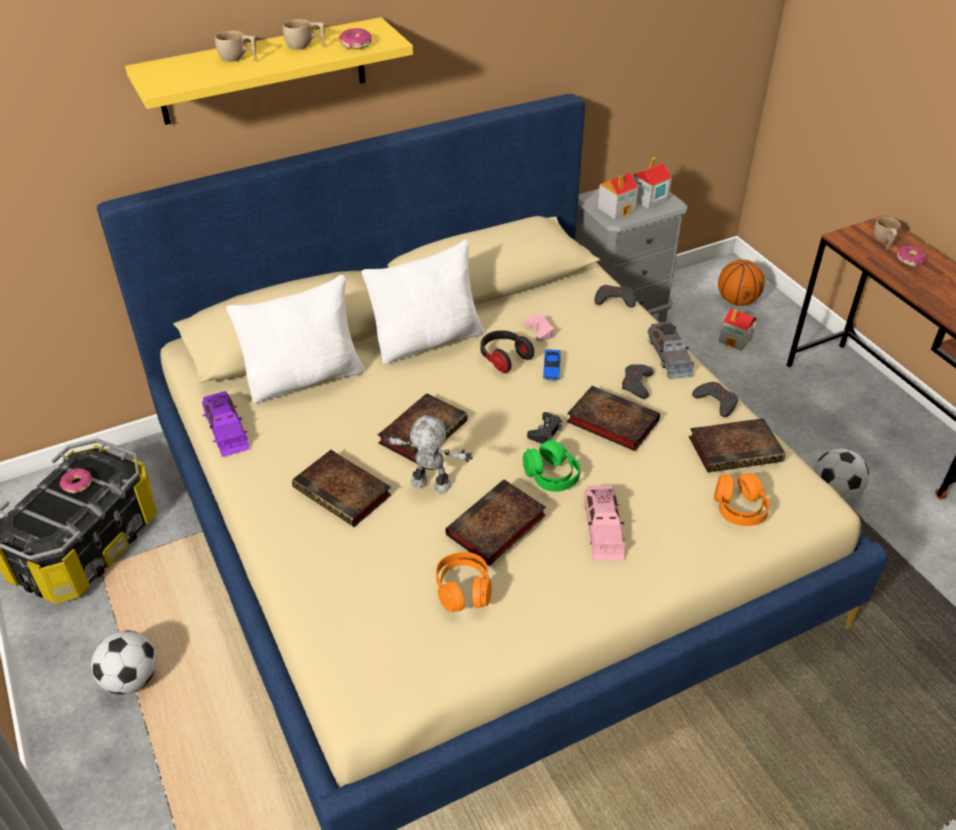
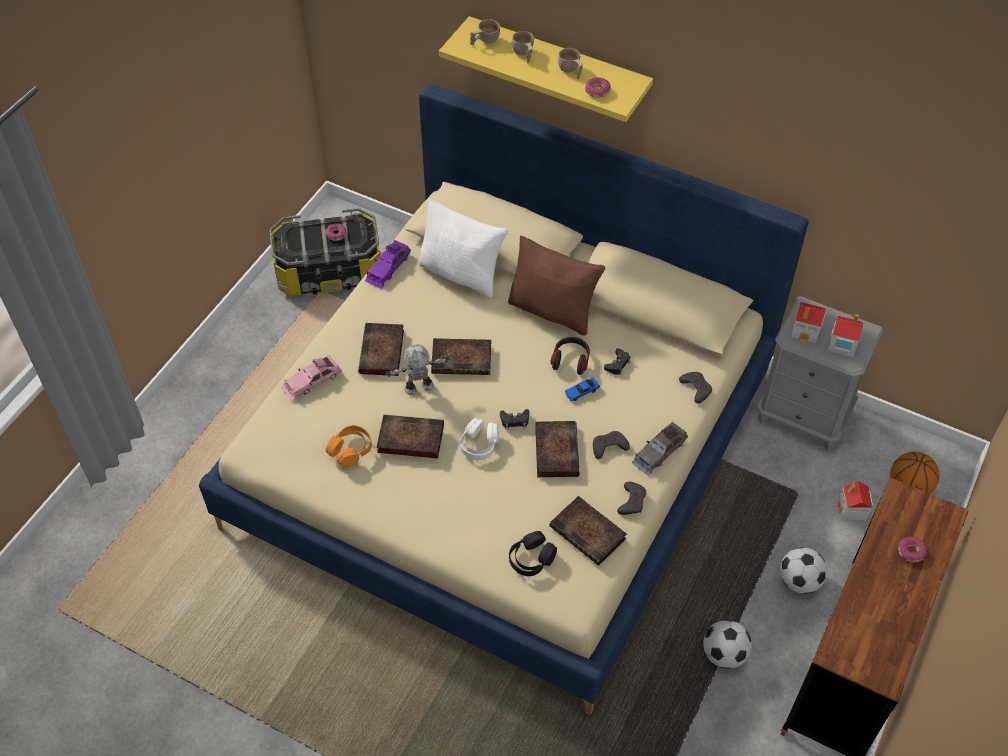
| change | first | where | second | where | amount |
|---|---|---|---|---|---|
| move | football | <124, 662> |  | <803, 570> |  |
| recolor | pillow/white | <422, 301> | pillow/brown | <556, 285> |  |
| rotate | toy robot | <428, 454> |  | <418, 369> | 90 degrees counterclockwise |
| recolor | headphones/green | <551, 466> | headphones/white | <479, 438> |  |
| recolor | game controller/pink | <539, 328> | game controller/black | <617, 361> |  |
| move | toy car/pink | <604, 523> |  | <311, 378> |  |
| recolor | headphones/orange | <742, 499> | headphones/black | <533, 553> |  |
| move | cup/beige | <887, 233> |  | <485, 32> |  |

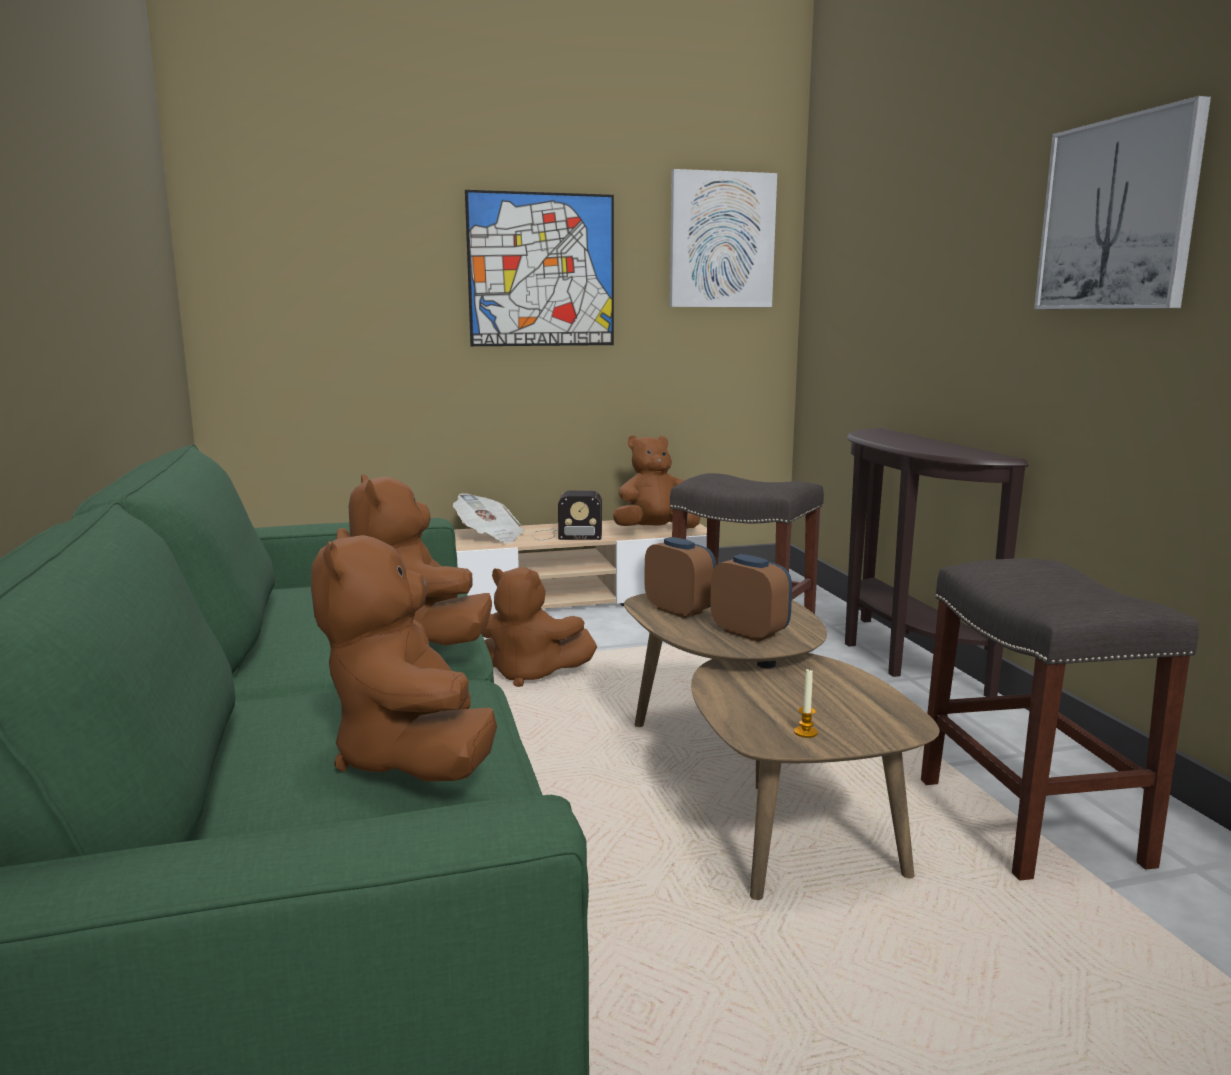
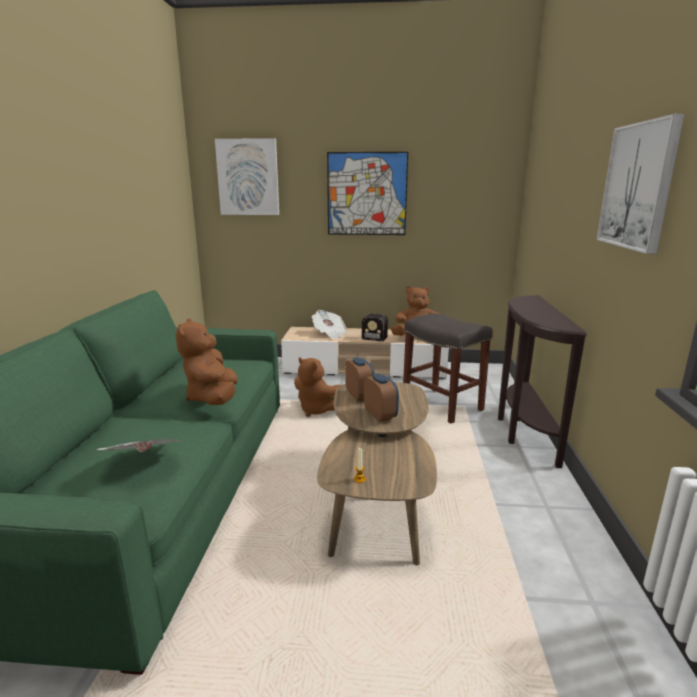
| change | first | where | second | where | amount |
|---|---|---|---|---|---|
| replace | plush toy/brown | <404, 654> | newspaper | <139, 445> |  |
| move | picture | <723, 238> |  | <247, 176> |  |
| delete | stool/grey | <1060, 719> |  |  |  |

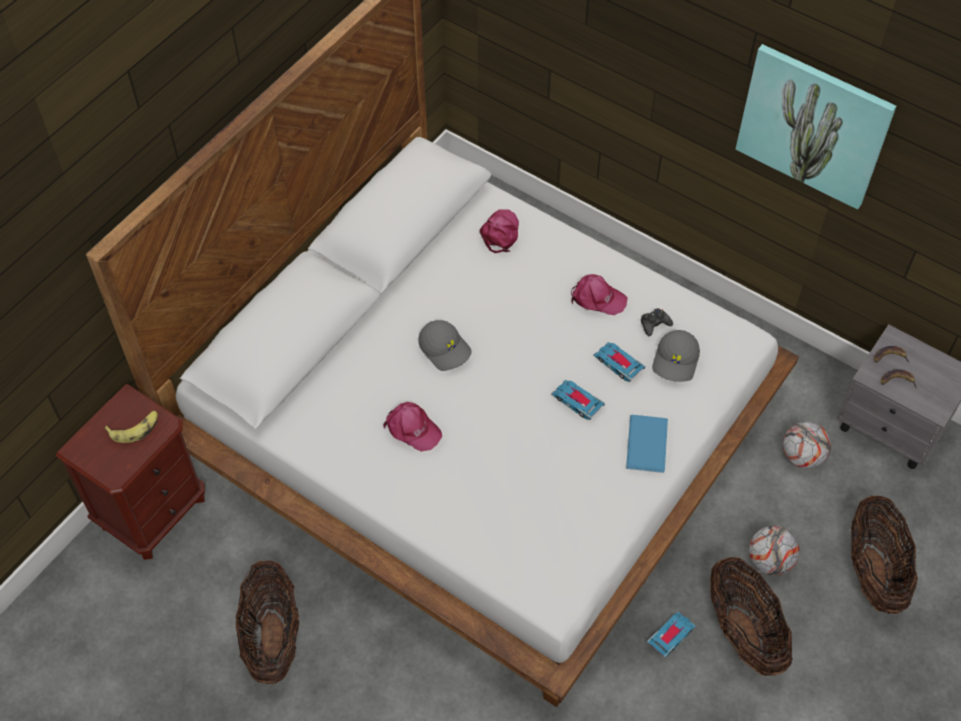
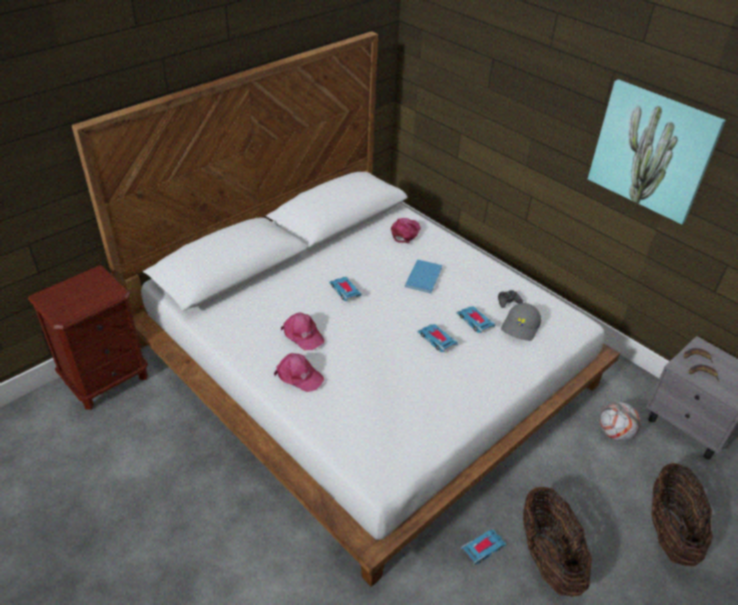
| change | first | where | second | where | amount |
|---|---|---|---|---|---|
| delete | banana | <131, 427> |  |  |  |
| delete | basket | <267, 622> |  |  |  |
| replace | cap/grey | <445, 345> | toy car | <345, 289> |  |
| move | cap/pink | <599, 294> |  | <299, 372> |  |
| move | book/blue | <647, 444> |  | <423, 276> |  |
| delete | football | <774, 551> |  |  |  |

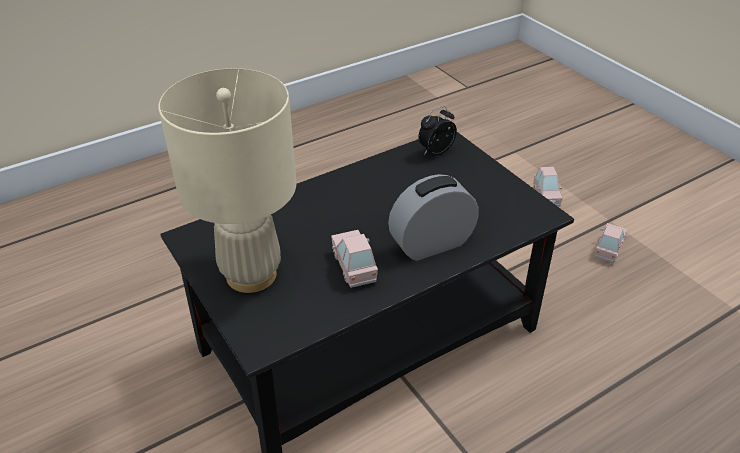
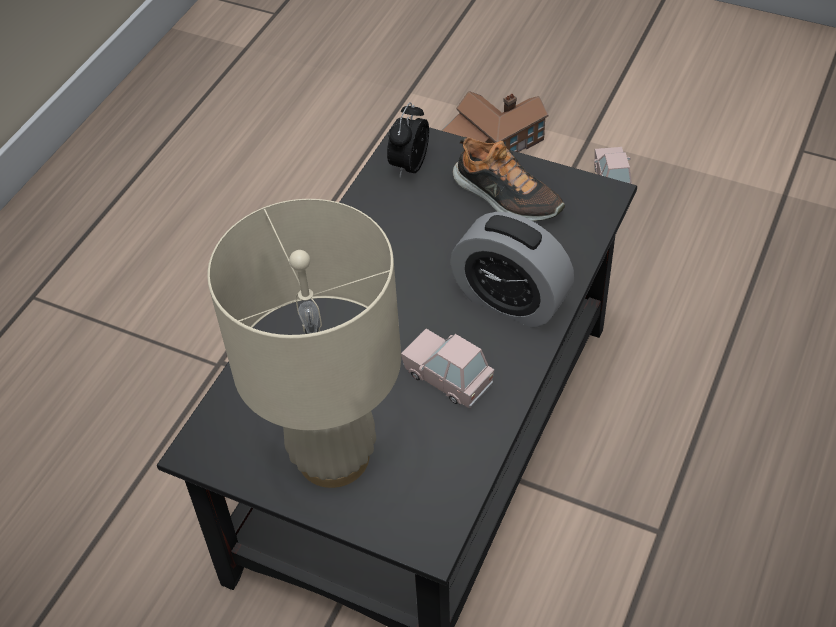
| change | first | where | second | where | amount |
|---|---|---|---|---|---|
| rotate | alarm clock | <433, 217> |  | <512, 270> | 90 degrees counterclockwise |
| replace | toy car/pink | <548, 186> | toy house | <495, 121> |  |
| insert |  |  | shoe | <509, 179> |  |

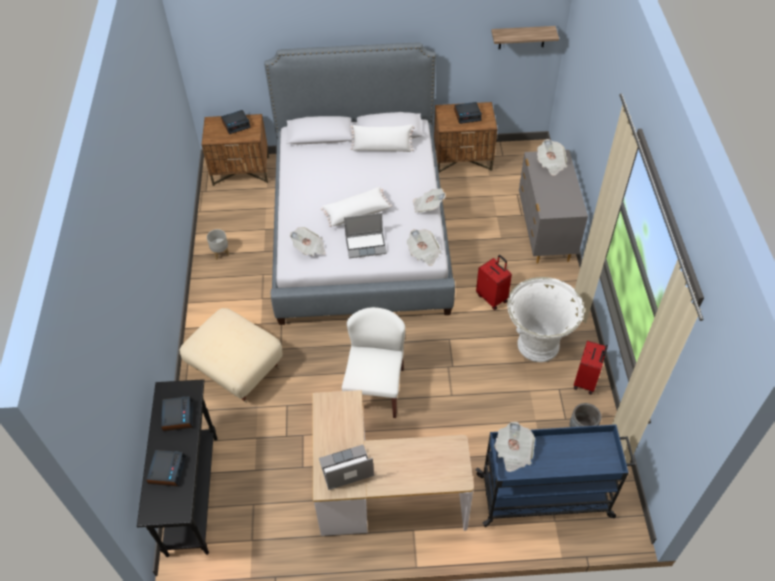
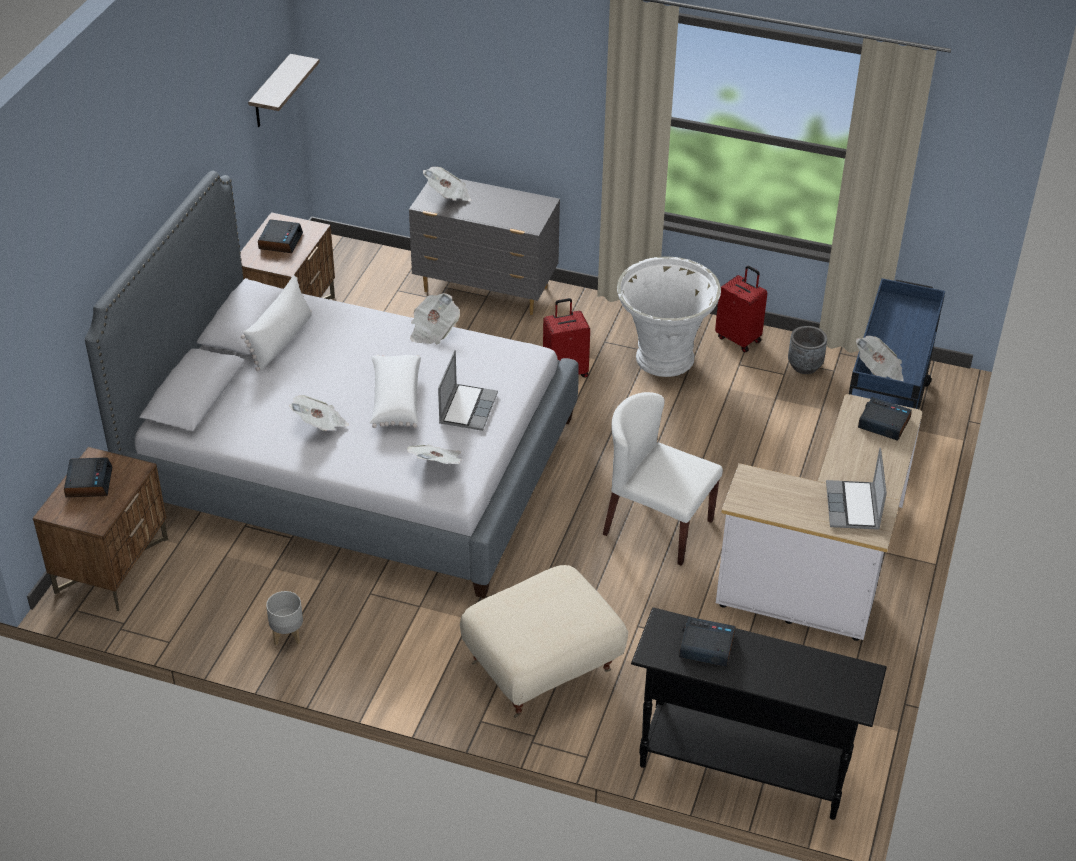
| change | first | where | second | where | amount |
|---|---|---|---|---|---|
| move | alarm clock | <166, 468> |  | <885, 419> |  |
| move | newspaper | <424, 247> |  | <319, 413> |  |

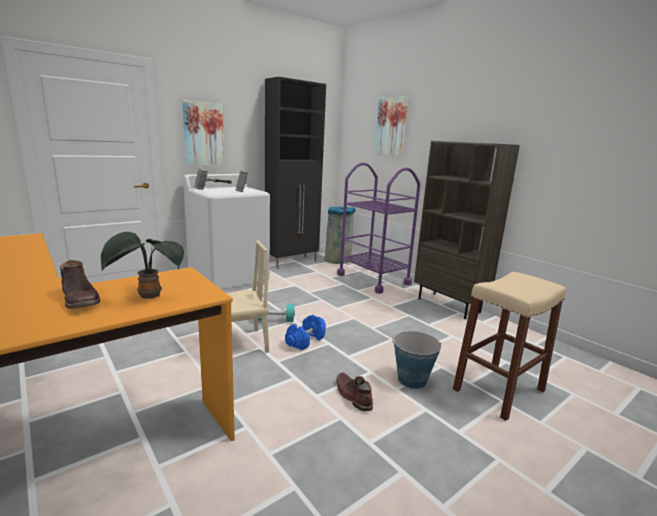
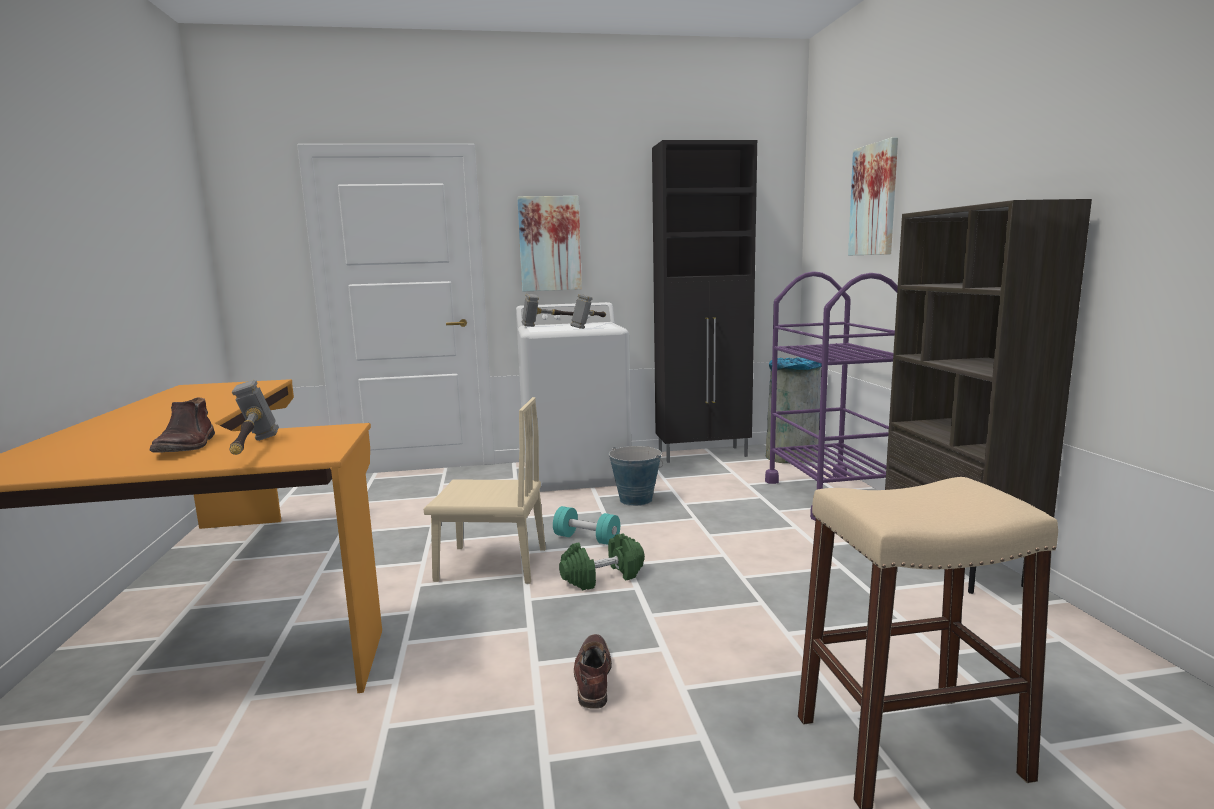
| change | first | where | second | where | amount |
|---|---|---|---|---|---|
| replace | potted plant | <142, 265> | hammer | <254, 417> |  |
| recolor | dumbbell/blue | <305, 332> | dumbbell/green | <602, 561> |  |
| move | bucket | <417, 360> |  | <636, 476> |  |

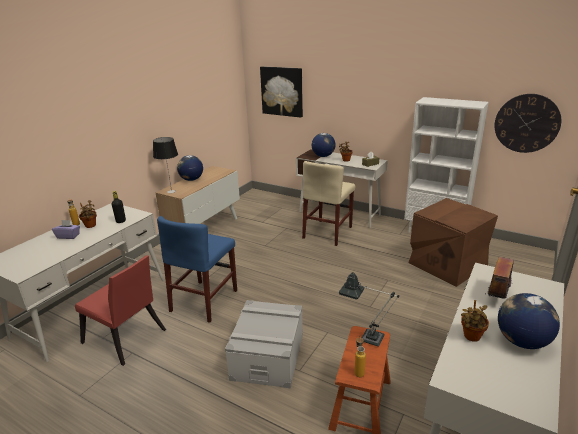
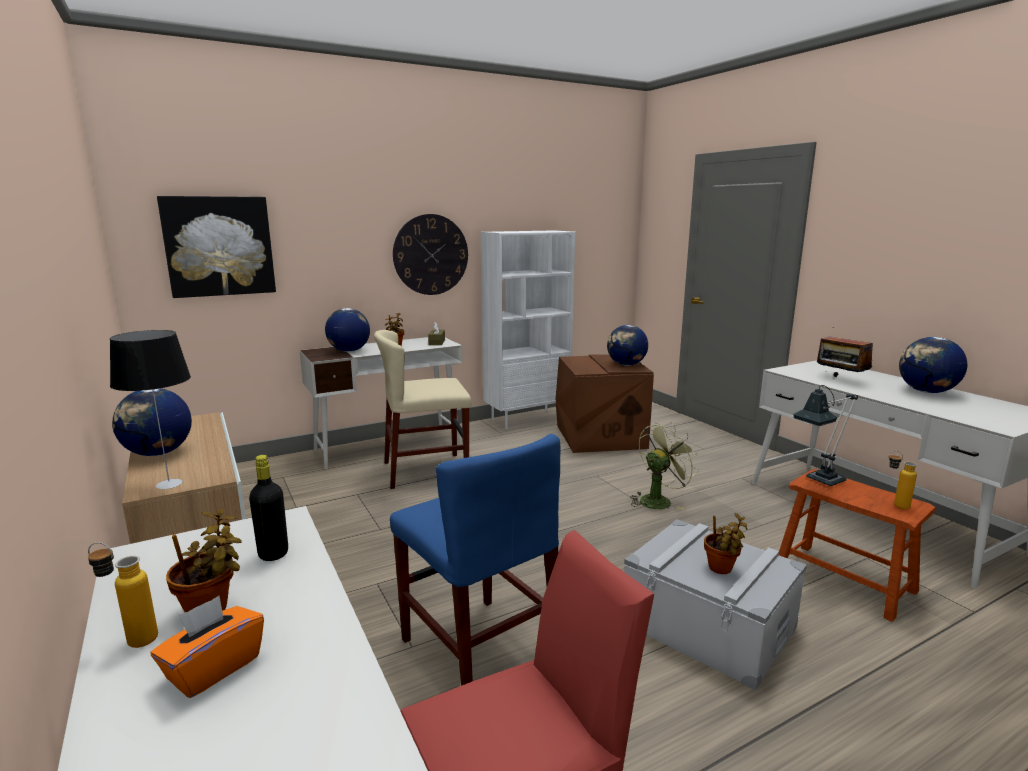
| change | first | where | second | where | amount |
|---|---|---|---|---|---|
| recolor | tissue box/purple | <66, 229> | tissue box/orange | <207, 647> |  |
| rotate | chair/beige | <328, 203> |  | <423, 409> | 105 degrees clockwise |
| move | potted plant | <475, 321> |  | <725, 543> |  |
| move | wall clock | <527, 123> |  | <430, 254> |  |
| insert |  |  | globe | <627, 345> |  |
| insert |  |  | fan/green | <664, 466> |  |

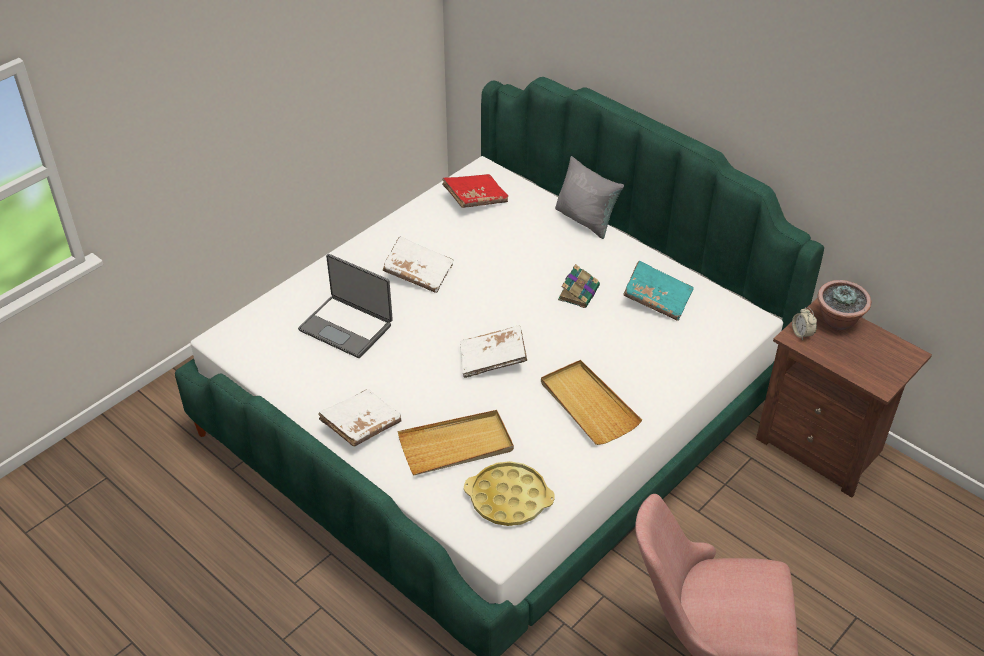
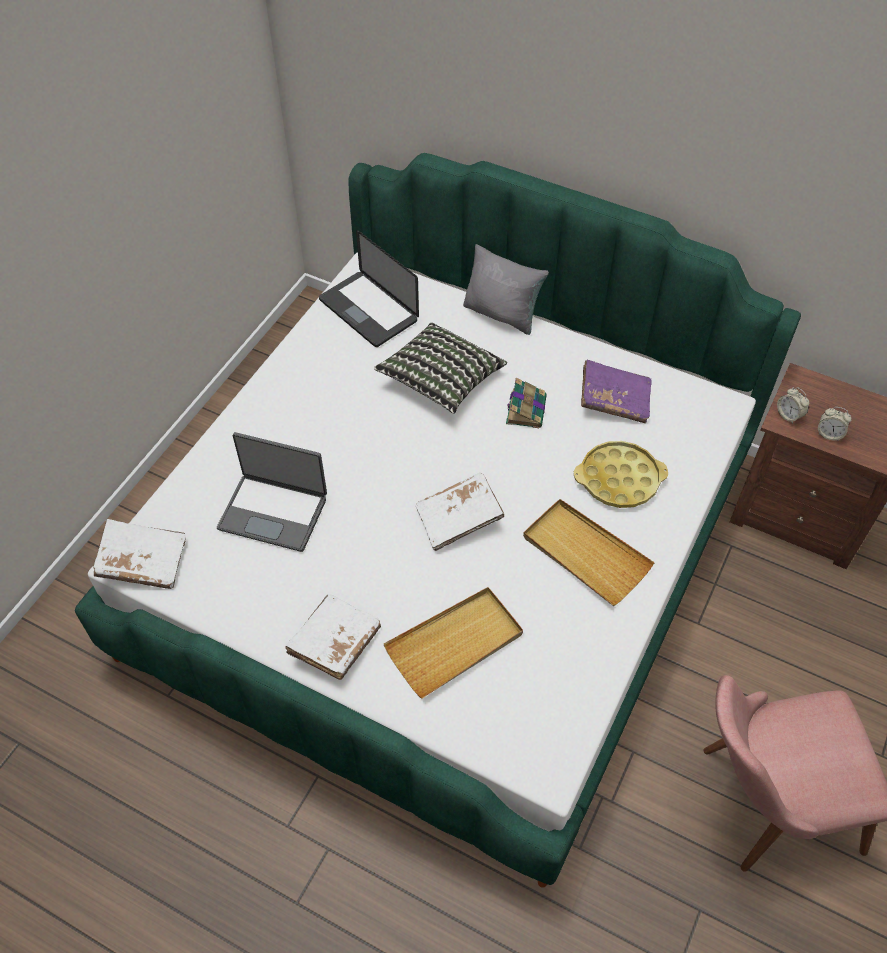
| change | first | where | second | where | amount |
|---|---|---|---|---|---|
| move | book/white | <418, 264> |  | <139, 554> |  |
| replace | book/red | <475, 191> | laptop | <369, 288> |  |
| move | tray/yellow | <509, 493> |  | <621, 474> |  |
| recolor | book/turquoise | <658, 290> | book/purple | <616, 391> |  |
| delete | potted plant | <844, 305> |  |  |  |
| insert |  |  | pillow | <440, 368> |  |
| insert |  |  | alarm clock | <835, 423> |  |

